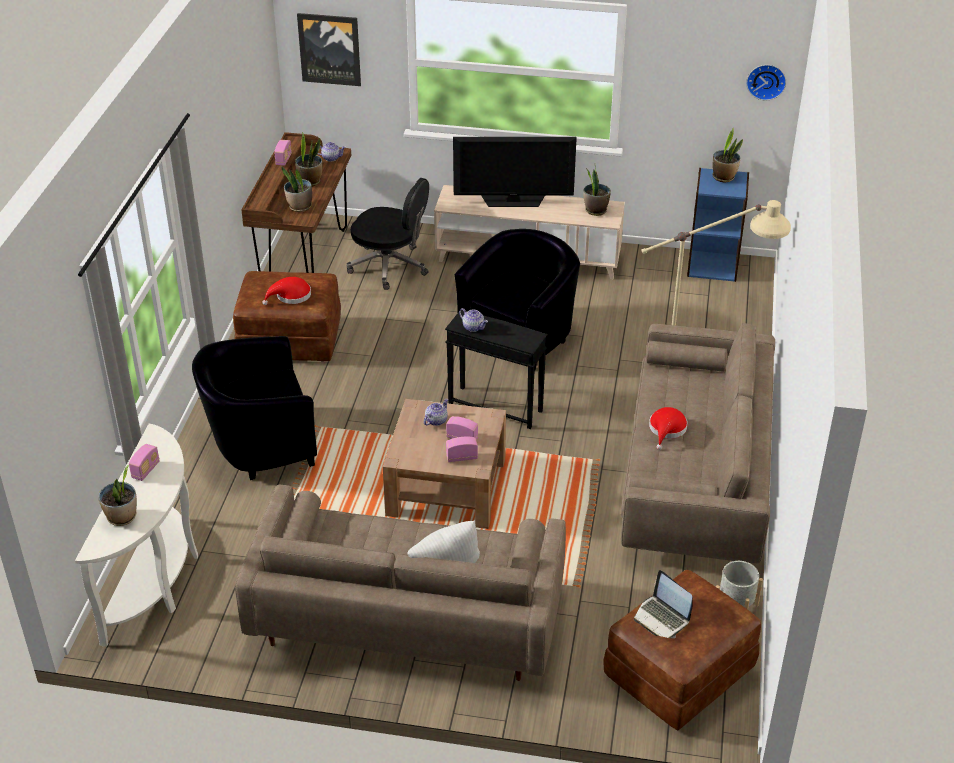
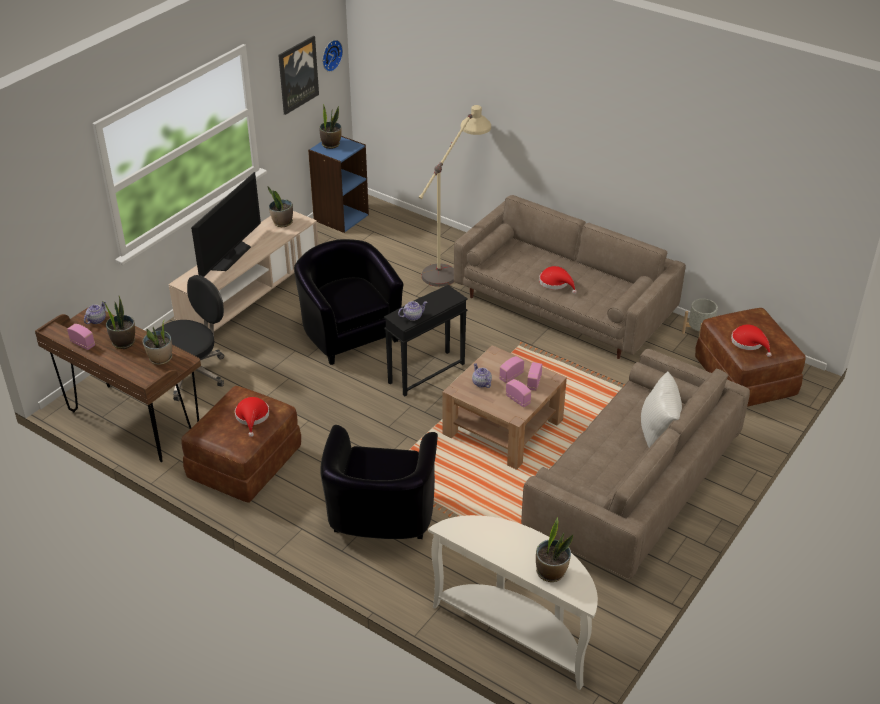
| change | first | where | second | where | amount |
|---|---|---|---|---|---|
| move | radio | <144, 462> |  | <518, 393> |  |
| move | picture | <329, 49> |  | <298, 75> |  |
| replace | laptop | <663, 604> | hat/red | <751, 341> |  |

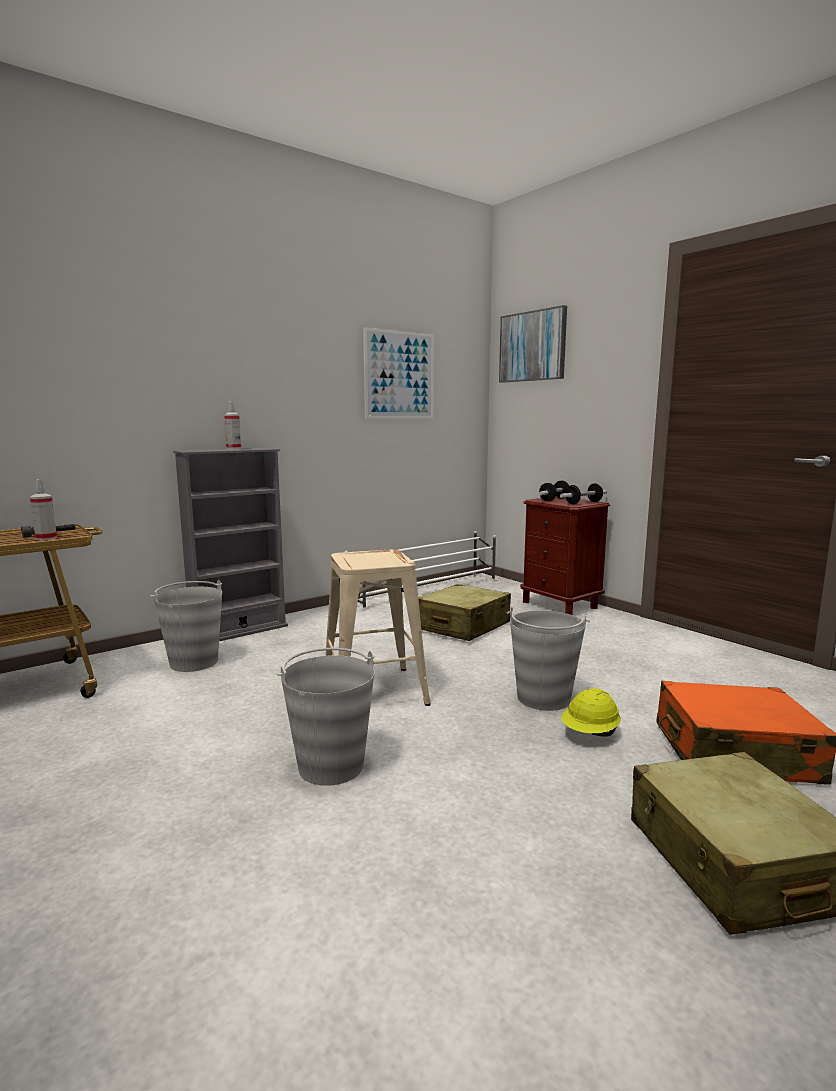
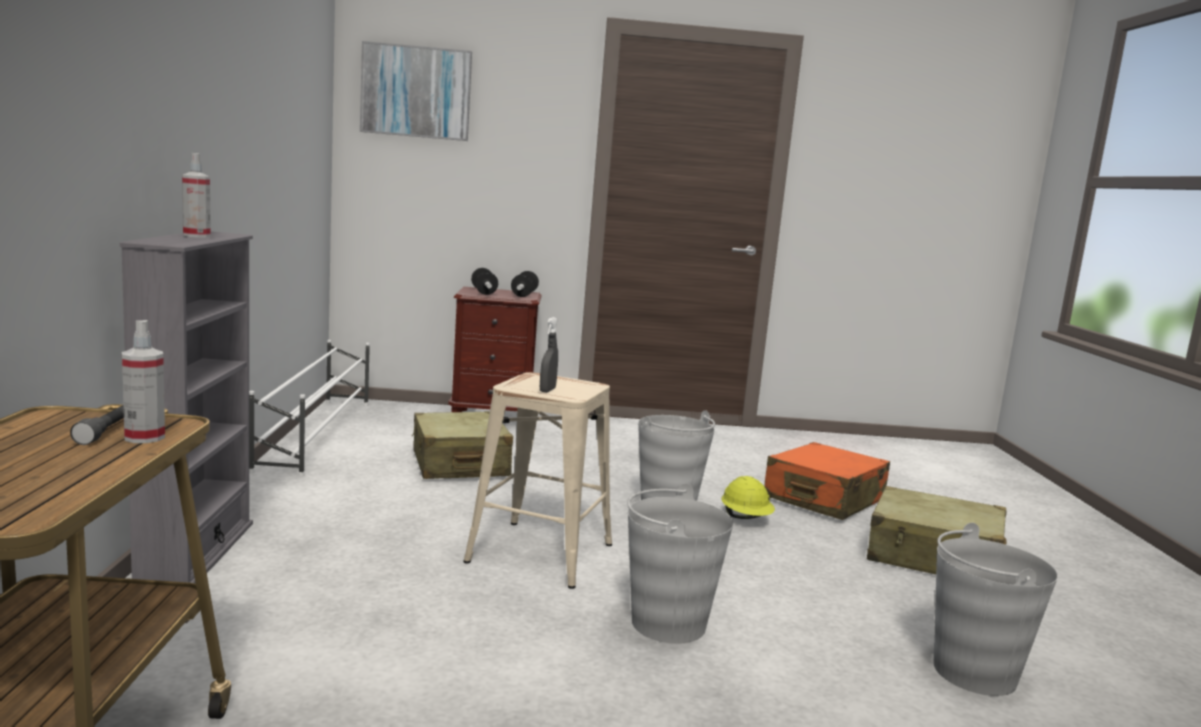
| change | first | where | second | where | amount |
|---|---|---|---|---|---|
| move | bucket/grey | <186, 626> |  | <995, 609> |  |
| delete | picture | <398, 373> |  |  |  |
| insert |  |  | spray bottle/grey | <549, 355> |  |

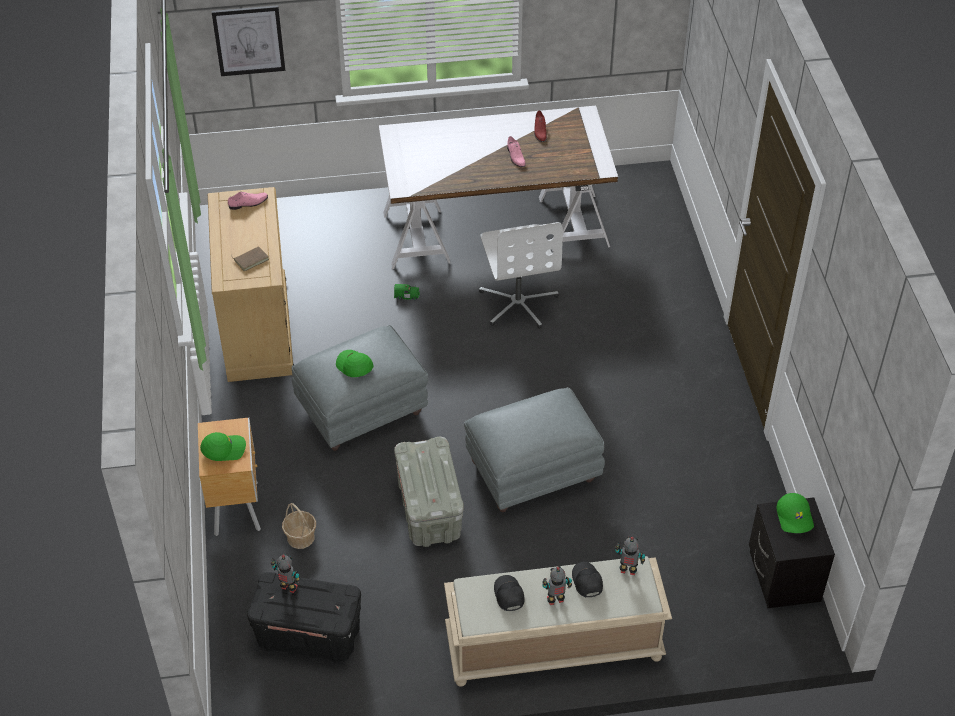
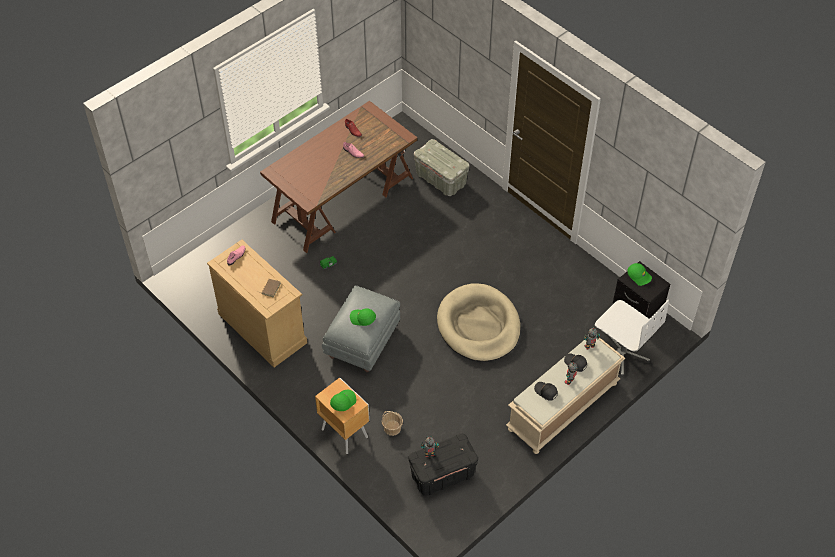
| change | first | where | second | where | amount |
|---|---|---|---|---|---|
| delete | picture | <248, 40> |  |  |  |
| recolor | desk/white | <498, 187> | desk/brown | <338, 177> |  |
| move | storage box/grey | <429, 492> |  | <441, 167> |  |
| replace | ottoman/grey | <534, 449> | dog bed/beige | <479, 322> |  |
| move | office chair/white | <521, 275> |  | <632, 338> |  |

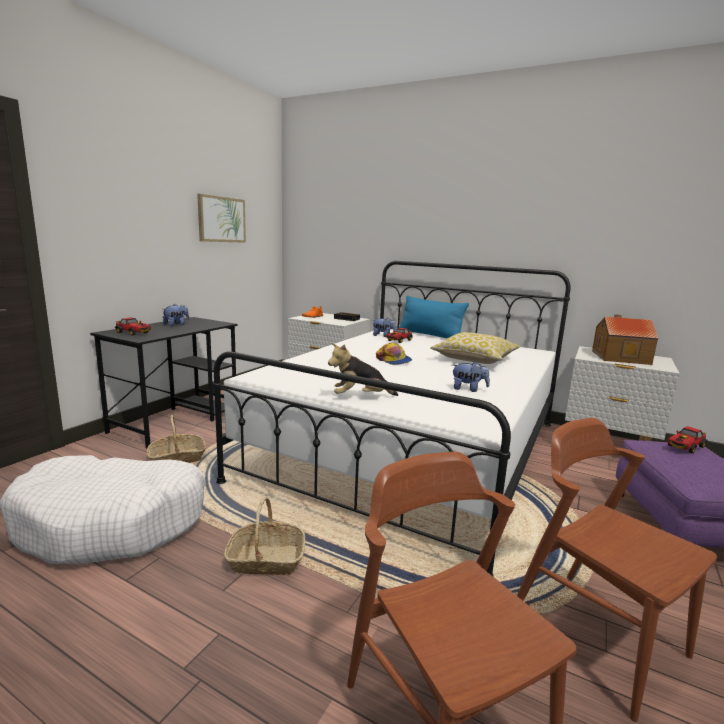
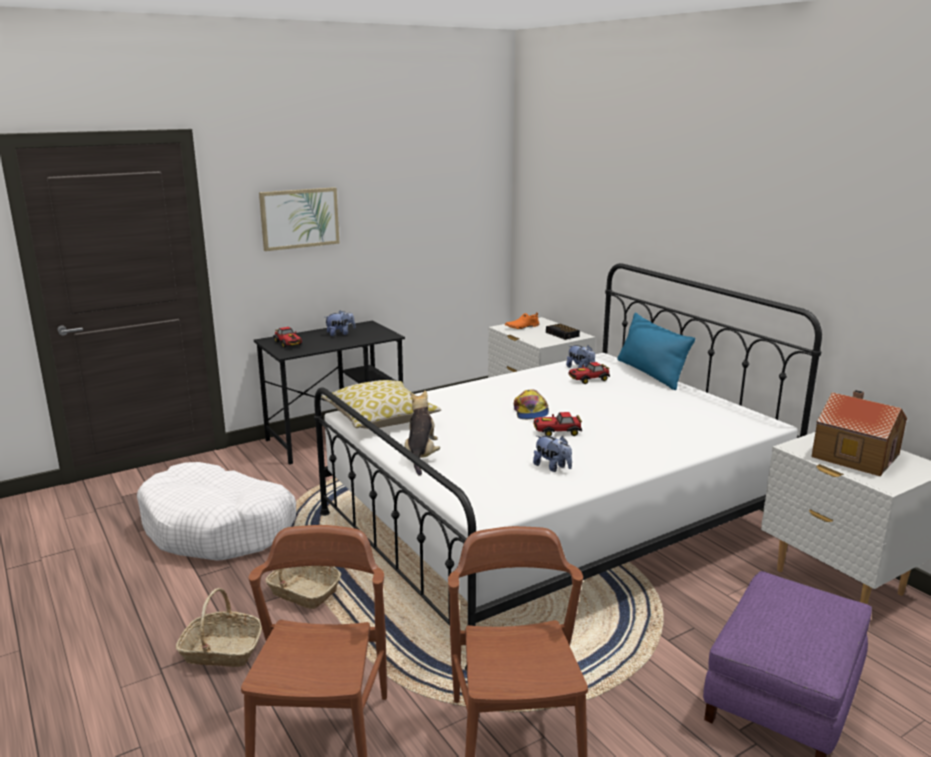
| change | first | where | second | where | amount |
|---|---|---|---|---|---|
| move | basket | <176, 439> |  | <219, 627> |  |
| move | picture | <221, 218> |  | <299, 219> |  |
| rotate | plush toy | <363, 369> |  | <422, 433> | 75 degrees clockwise |
| move | pillow | <475, 348> |  | <381, 404> |  |
| move | toy car | <687, 440> |  | <557, 424> |  |

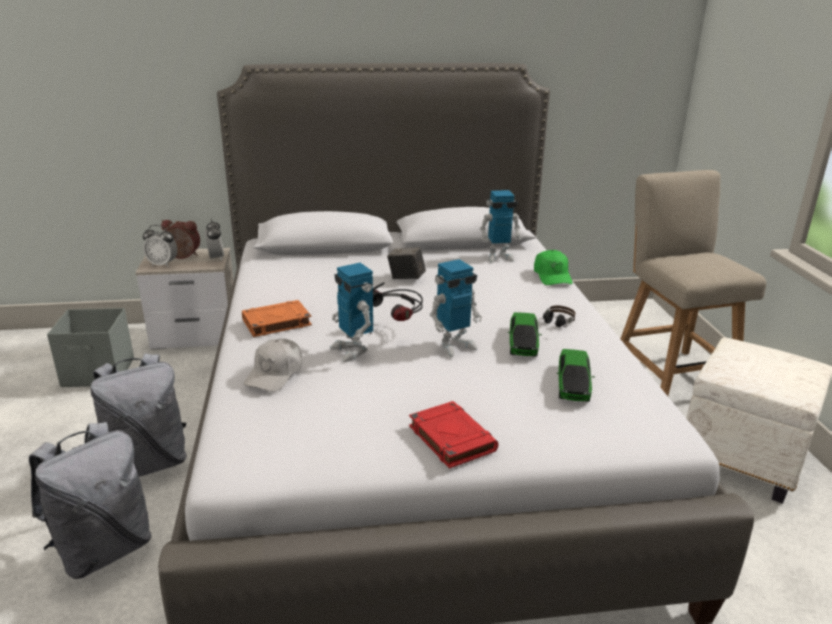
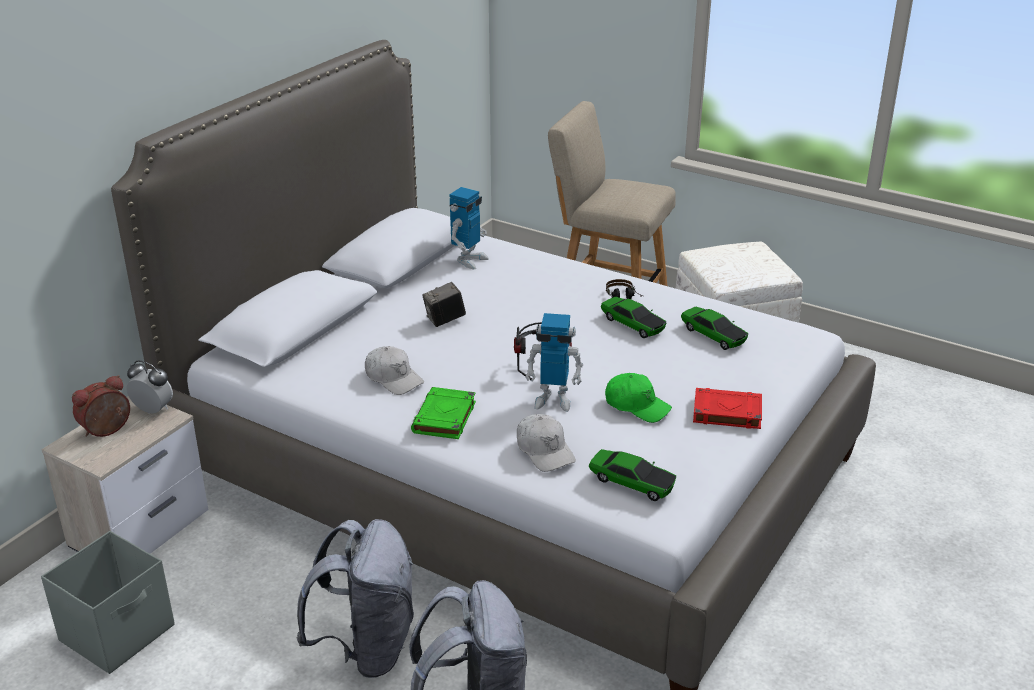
| change | first | where | second | where | amount |
|---|---|---|---|---|---|
| delete | alarm clock | <160, 246> |  |  |  |
| recolor | book/orange | <277, 318> | book/green | <443, 413> |  |
| delete | toy robot | <456, 308> |  |  |  |
| move | cap/green | <553, 267> |  | <638, 398> |  |
| insert |  |  | cap/white | <394, 370> |  |
| insert |  |  | toy car | <632, 475> |  |

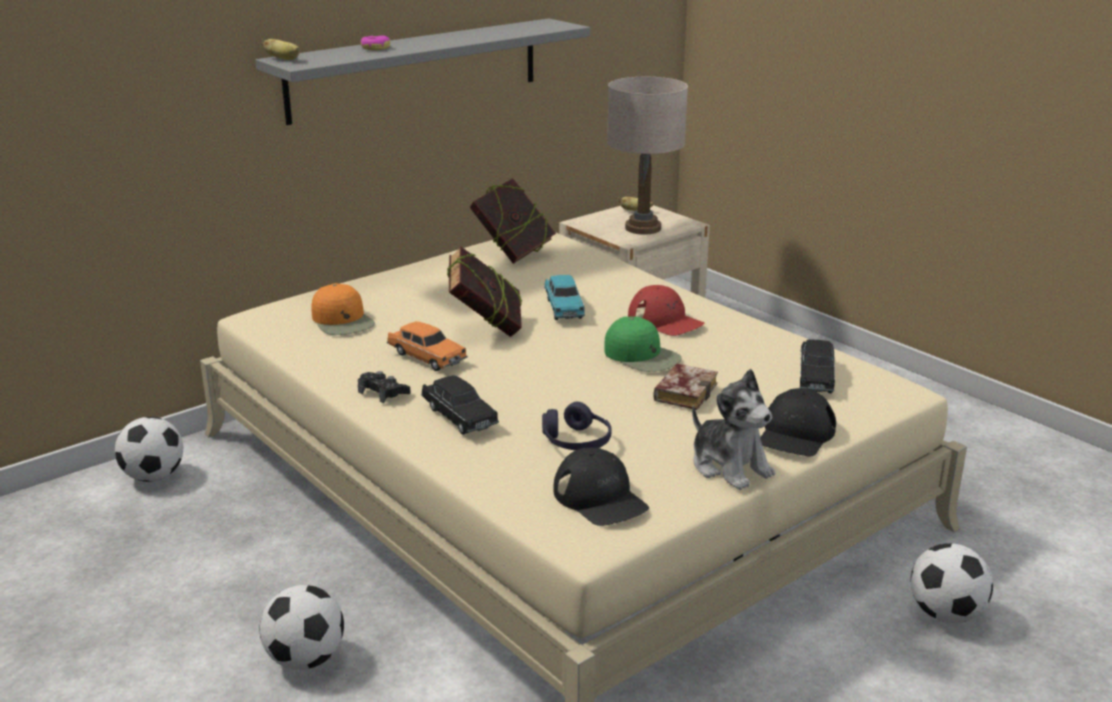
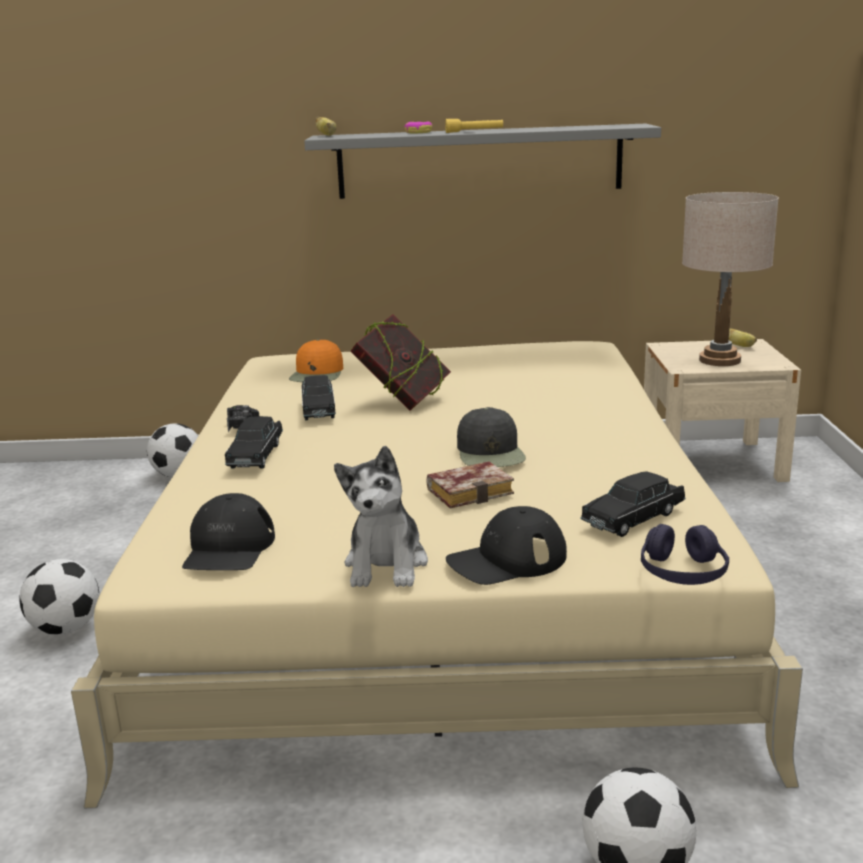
| change | first | where | second | where | amount |
|---|---|---|---|---|---|
| recolor | toy car/orange | <427, 346> | toy car/black | <318, 397> |  |
| delete | book | <513, 221> |  |  |  |
| move | headphones/purple | <577, 426> |  | <685, 554> |  |
| delete | toy car/turquoise | <564, 297> |  |  |  |
| recolor | cap/green | <643, 344> | cap/black | <491, 437> |  |
| delete | cap/red | <666, 310> |  |  |  |
| insert |  |  | flashlight/yellow | <474, 126> |  |

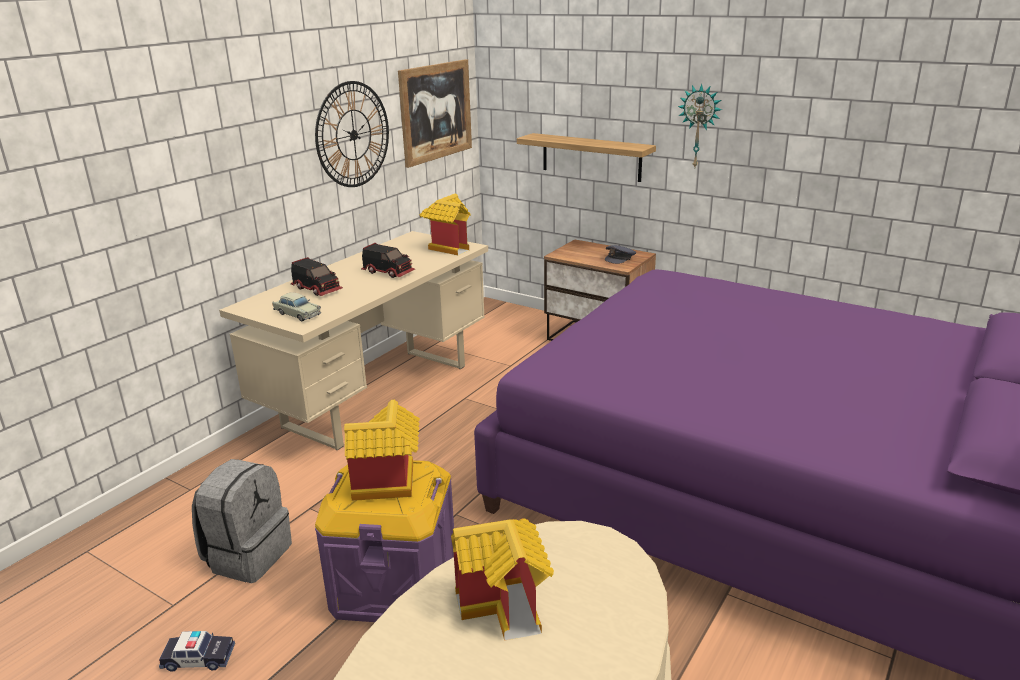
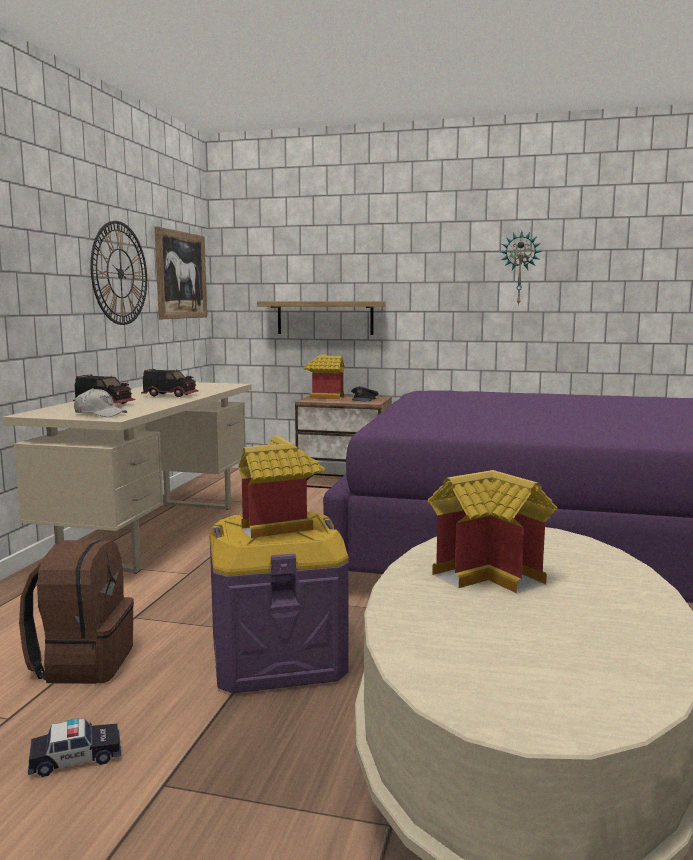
| change | first | where | second | where | amount |
|---|---|---|---|---|---|
| recolor | backpack/grey | <242, 521> | backpack/brown | <76, 612> |  |
| replace | toy car/beige | <296, 306> | cap/white | <100, 402> |  |
| move | toy house | <445, 224> |  | <324, 376> |  |
| move | wall clock | <700, 125> |  | <521, 268> |  |

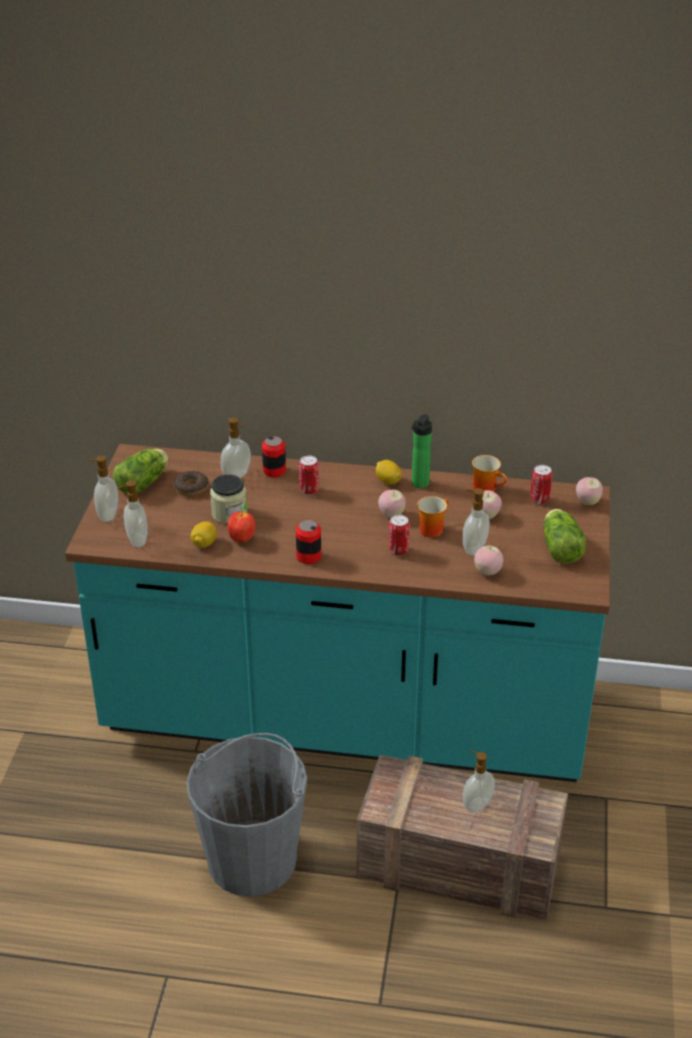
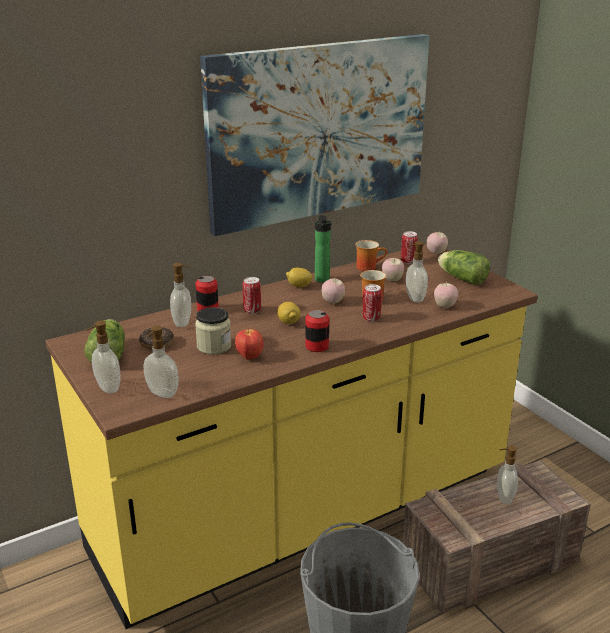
| change | first | where | second | where | amount |
|---|---|---|---|---|---|
| recolor | counter/turquoise | <337, 613> | counter/yellow | <292, 436> |  |
| move | lemon | <203, 534> |  | <288, 313> |  |
| insert |  |  | picture | <315, 135> |  |

